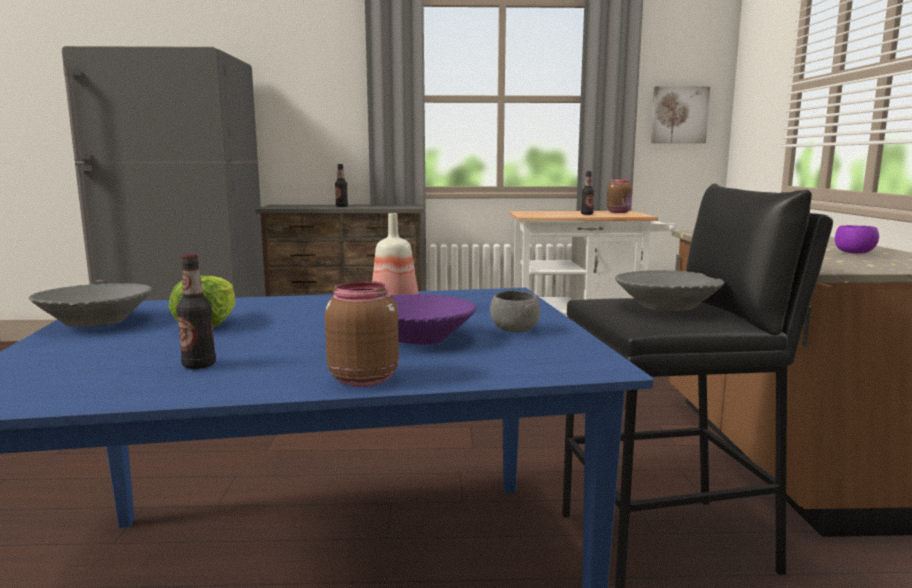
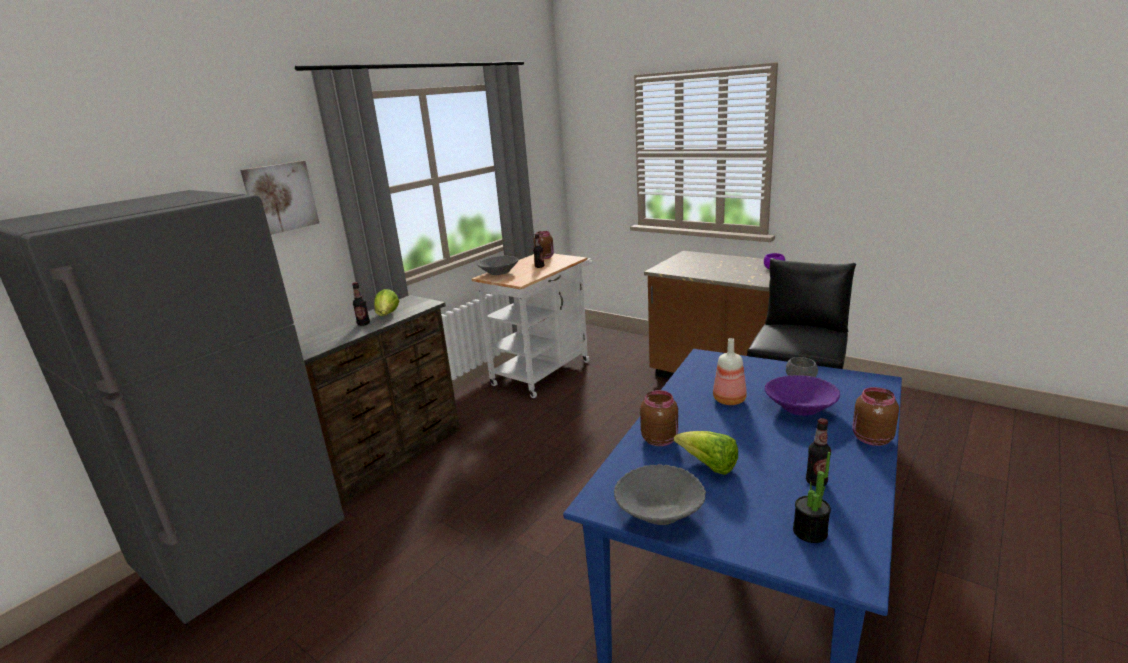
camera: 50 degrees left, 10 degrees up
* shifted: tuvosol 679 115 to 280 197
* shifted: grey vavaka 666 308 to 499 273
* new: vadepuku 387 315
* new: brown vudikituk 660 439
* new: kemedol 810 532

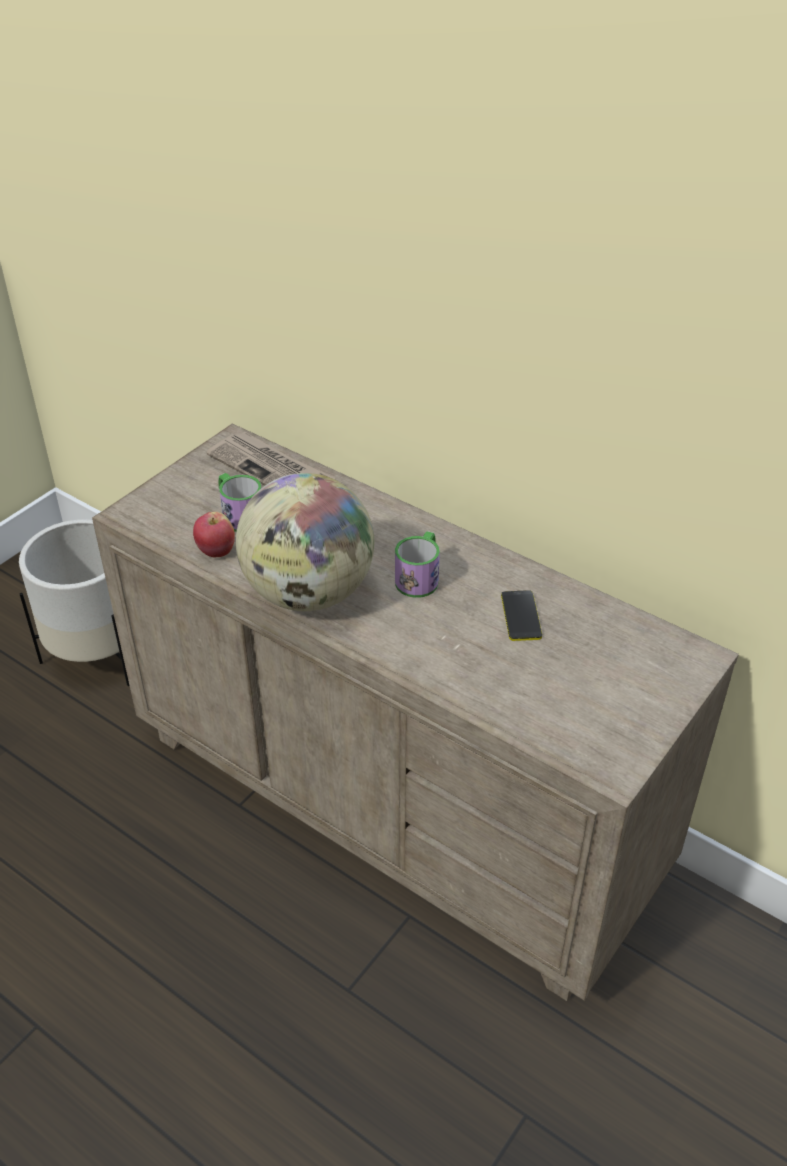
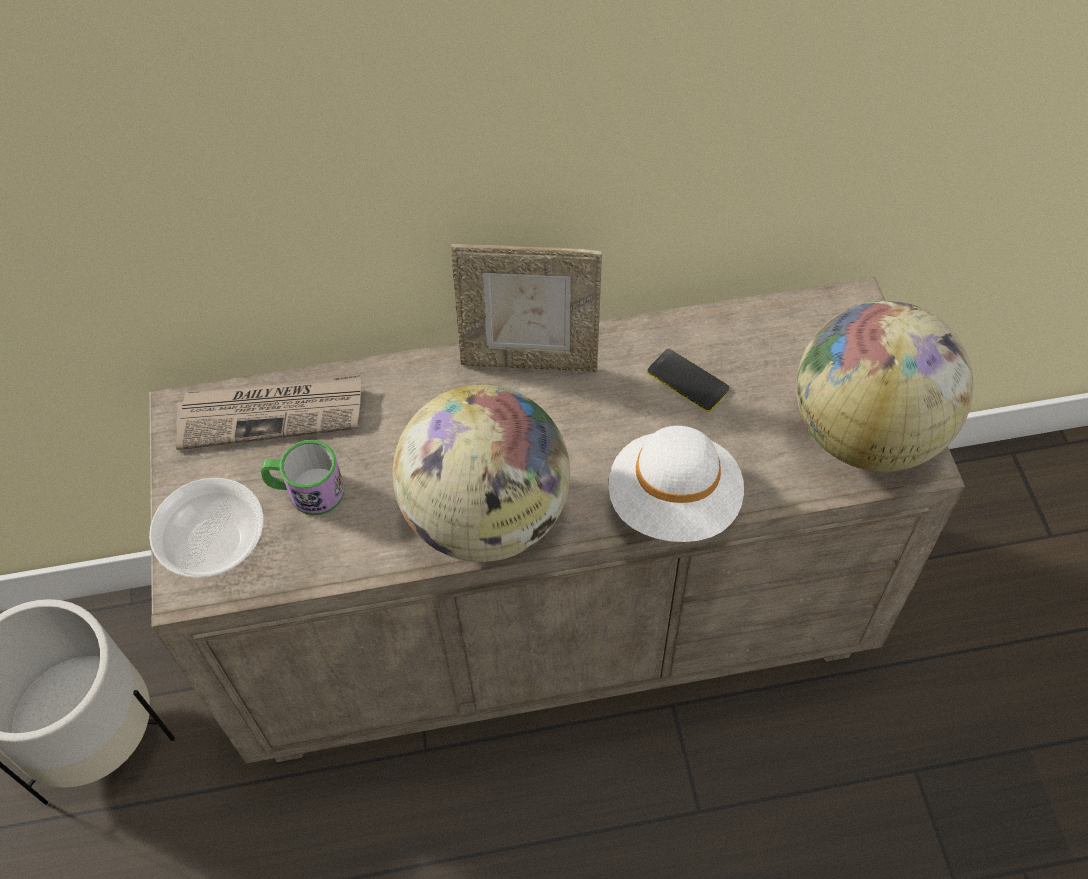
camera: 45 degrees left, 15 degrees up
* gone: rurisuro 216 551
* gone: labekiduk 420 577
* new: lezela 530 359
* new: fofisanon 866 432
* new: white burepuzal 674 502
* new: vavaka 215 542

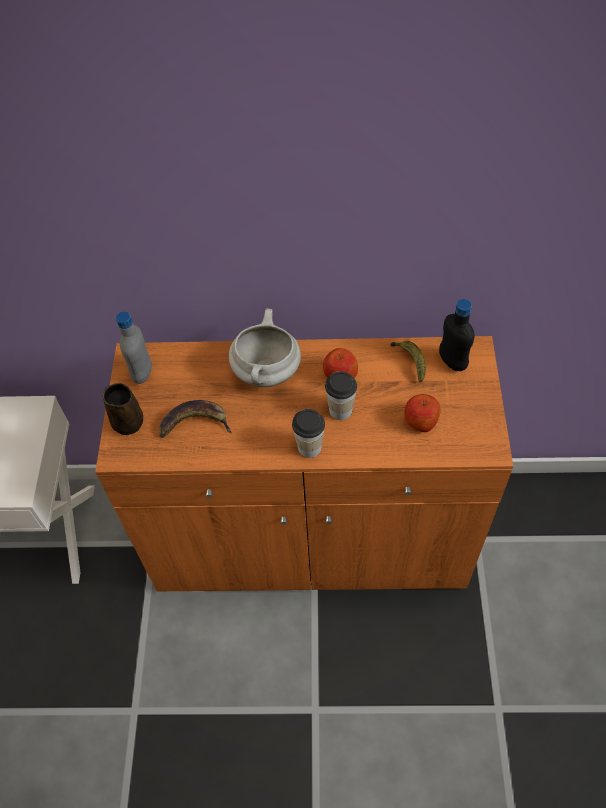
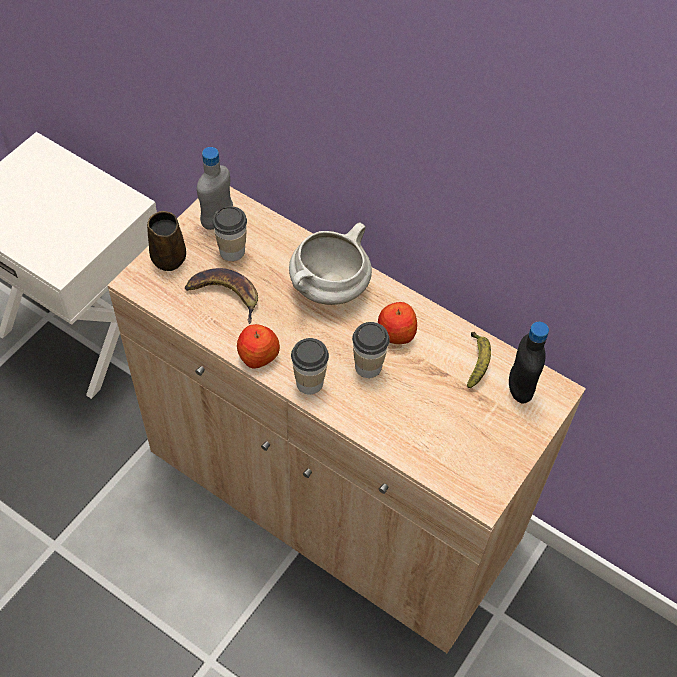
camera: 30 degrees right, 0 degrees up
* repainted: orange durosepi 311 537 to beige durosepi 332 497
* shifted: rurisuro 420 420 to 258 355
* new: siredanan 232 251

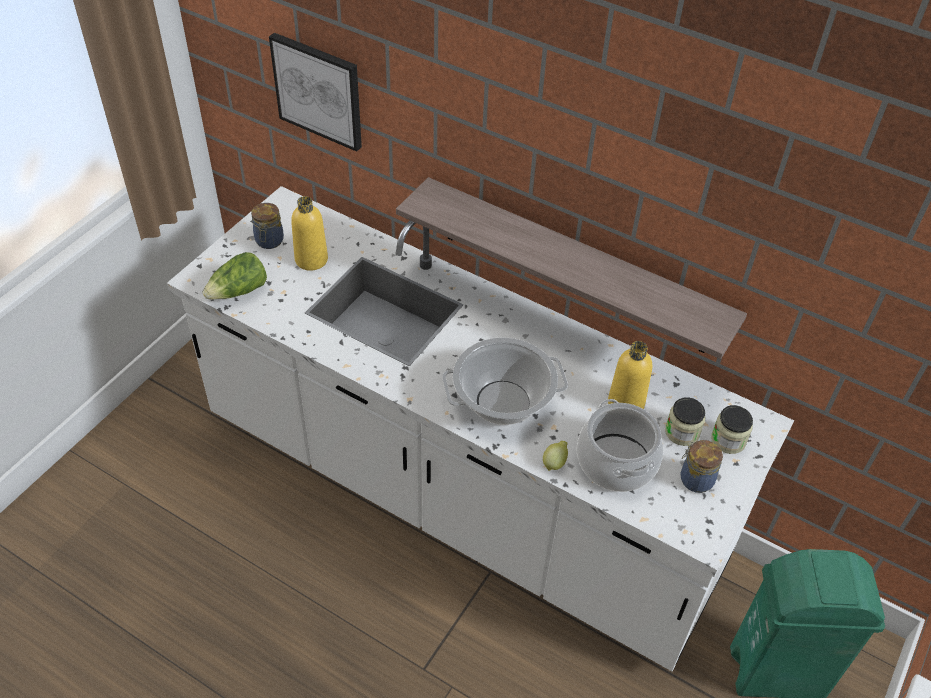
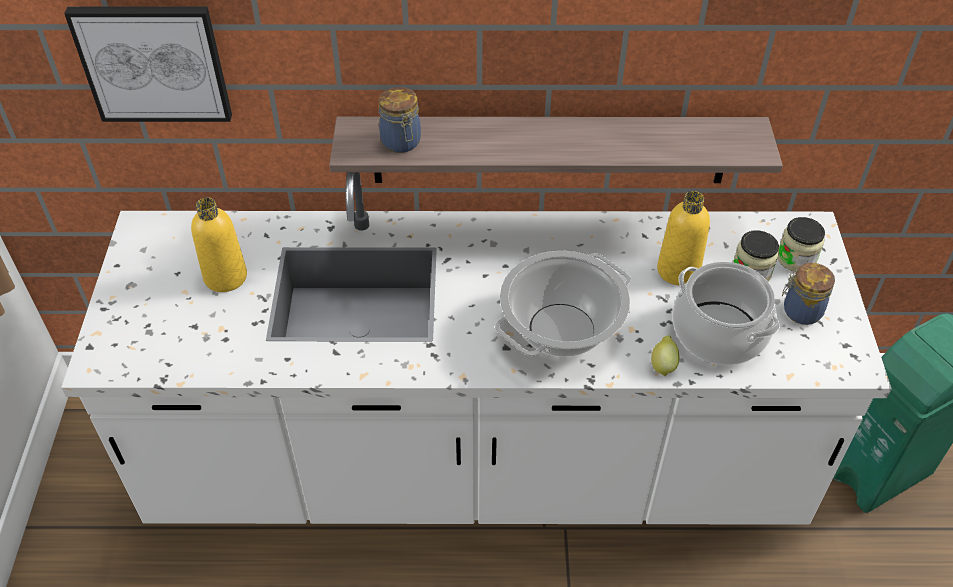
camera: 30 degrees left, 0 degrees up
* shifted: vudikituk 269 241 to 401 143
* gone: vadepuku 239 291

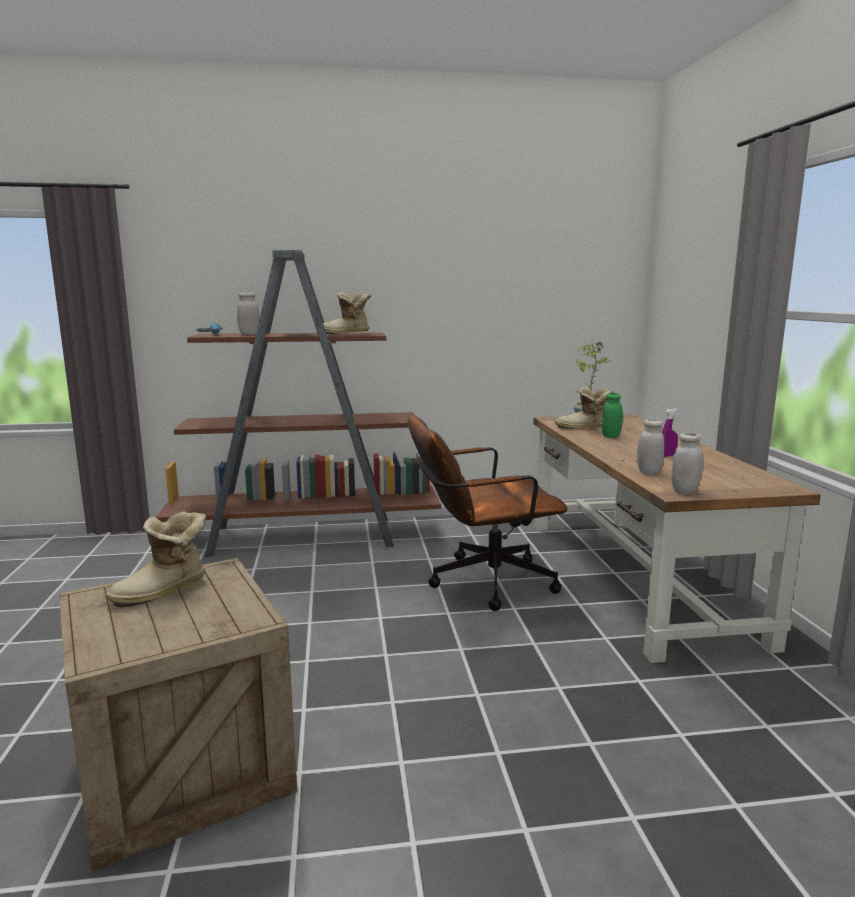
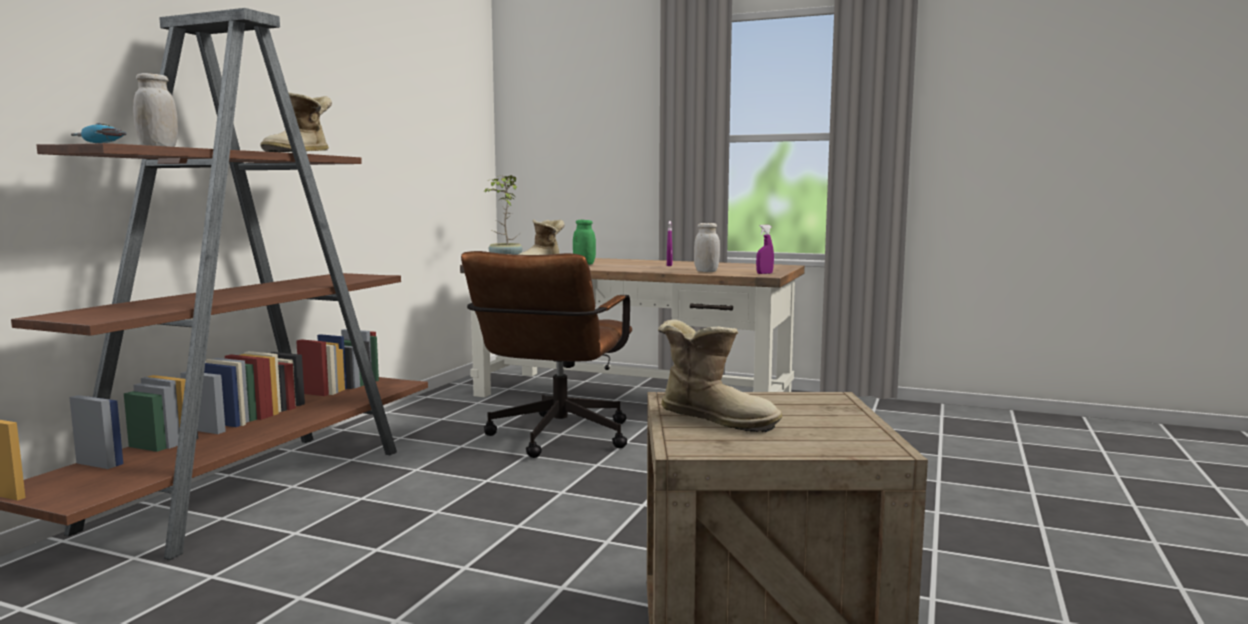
camera: 60 degrees left, 5 degrees down
* swapped: white vudikituk 685 491 to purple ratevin 764 273
* rotated: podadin 164 591 = 716 419 45 degrees counterclockwise

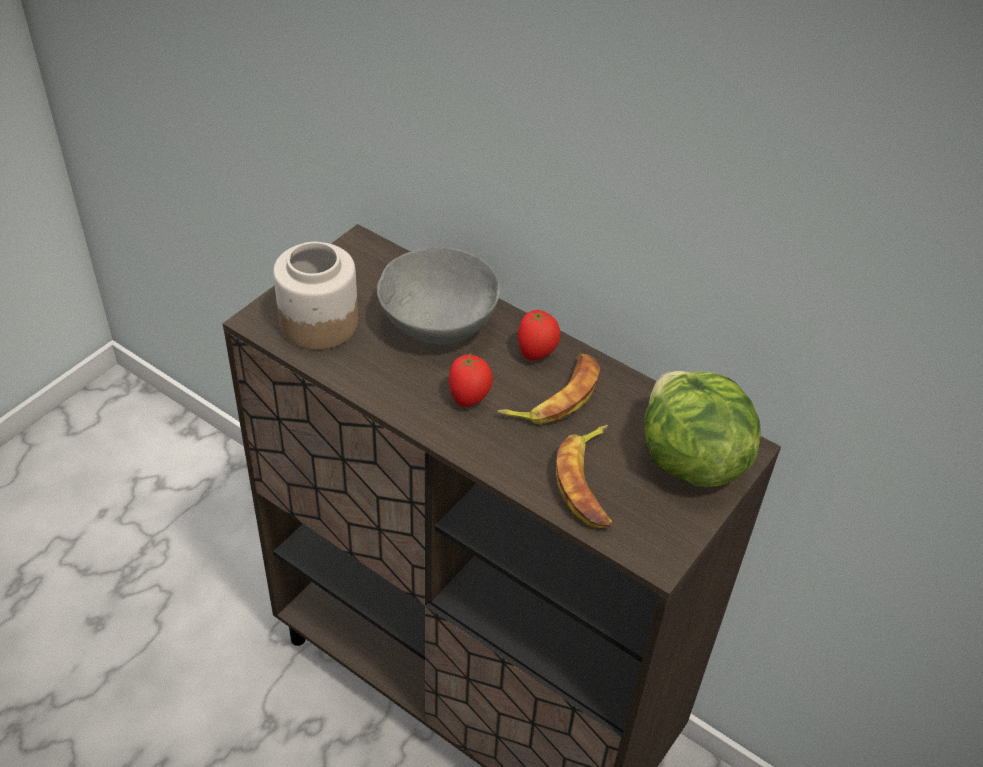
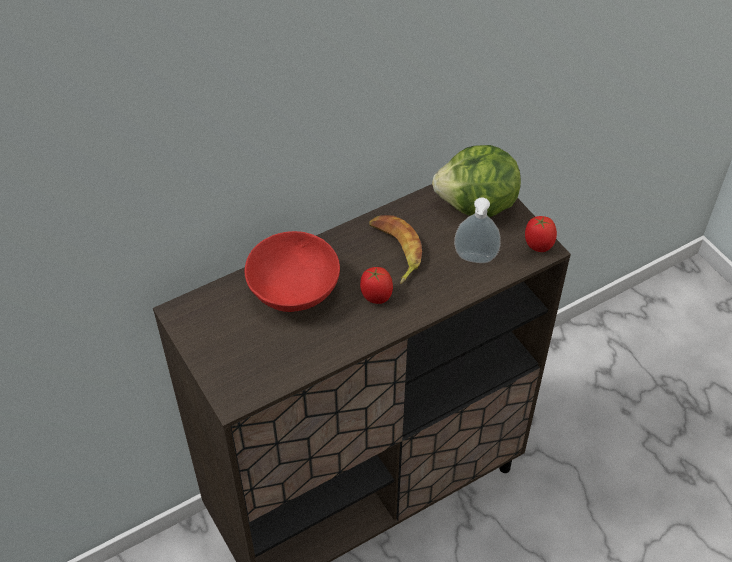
camera: 65 degrees left, 5 degrees up
* gone: vudikituk 318 323
* repainted: grey vavaka 438 324 to red vavaka 294 291
* shifted: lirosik 536 353 to 538 245
* swapped: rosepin 589 482 to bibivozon 475 259

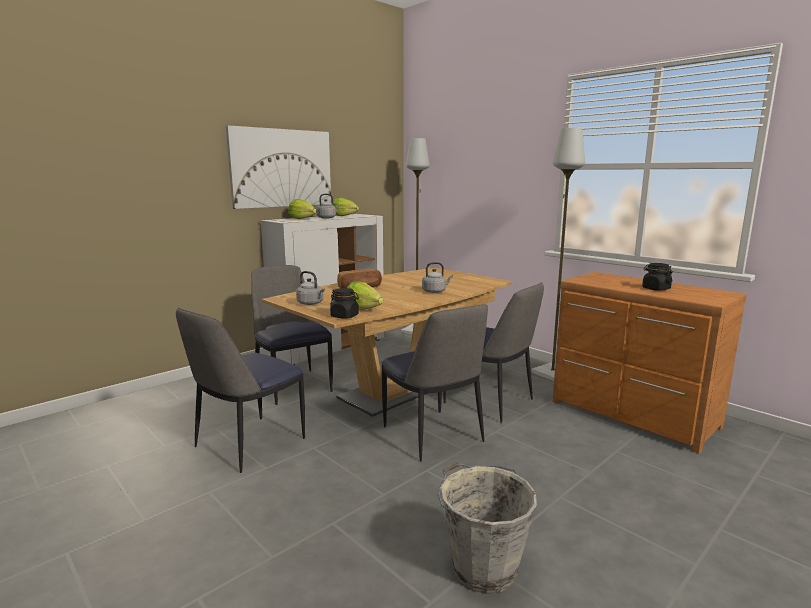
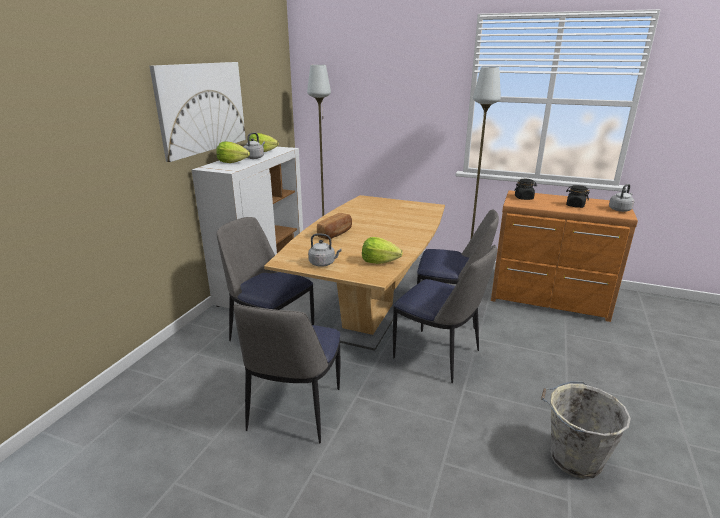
camera: 25 degrees left, 10 degrees up
* shifted: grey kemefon 435 291 to 620 209
* shifted: black vudikituk 345 316 to 524 198

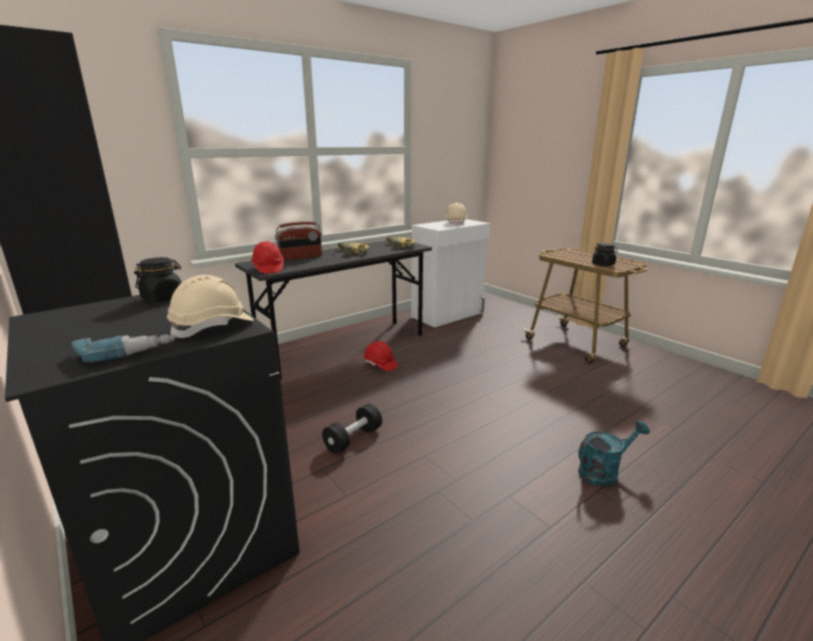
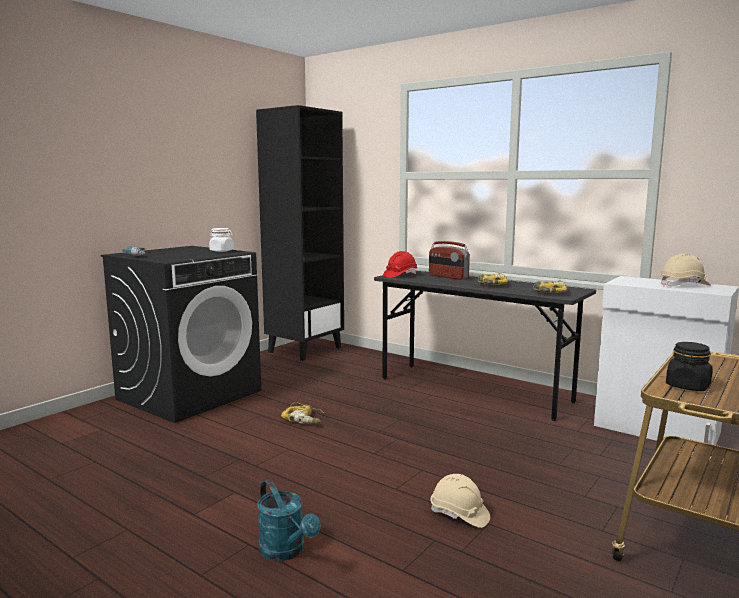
camera: 75 degrees right, 10 degrees down
* repainted: black vudikituk 163 298 to white vudikituk 222 251
* shifted: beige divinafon 213 327 to 459 515
* gone: red divinafon 380 364
* swapped: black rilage 353 439 to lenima 304 419

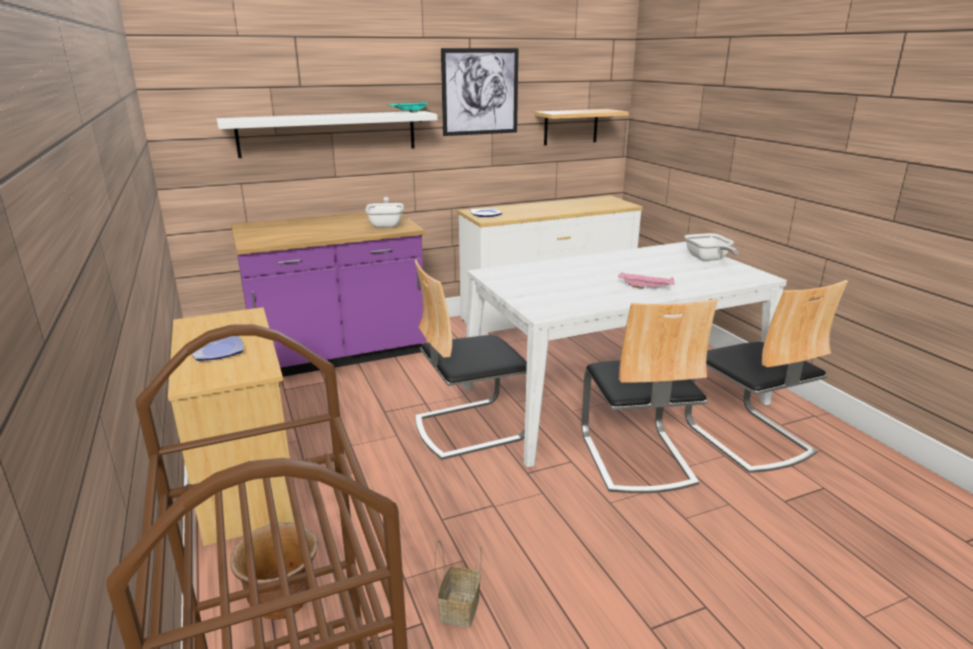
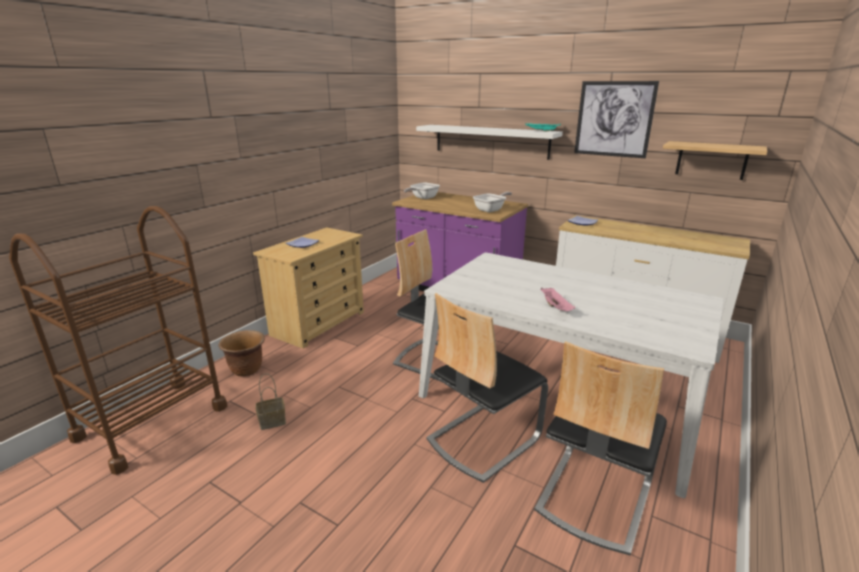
camera: 55 degrees right, 0 degrees up
* shifted: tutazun 708 259 to 422 198

